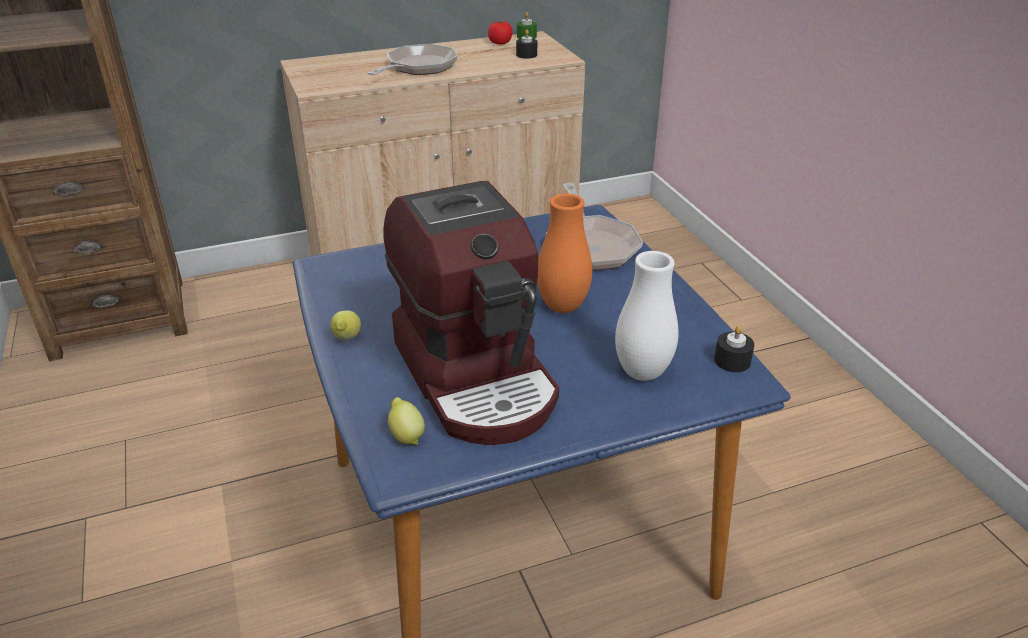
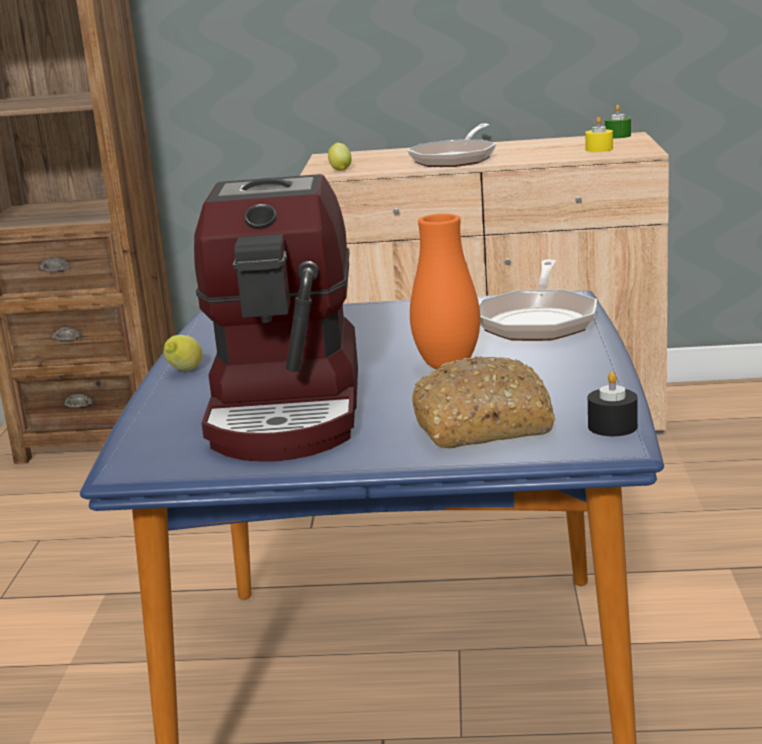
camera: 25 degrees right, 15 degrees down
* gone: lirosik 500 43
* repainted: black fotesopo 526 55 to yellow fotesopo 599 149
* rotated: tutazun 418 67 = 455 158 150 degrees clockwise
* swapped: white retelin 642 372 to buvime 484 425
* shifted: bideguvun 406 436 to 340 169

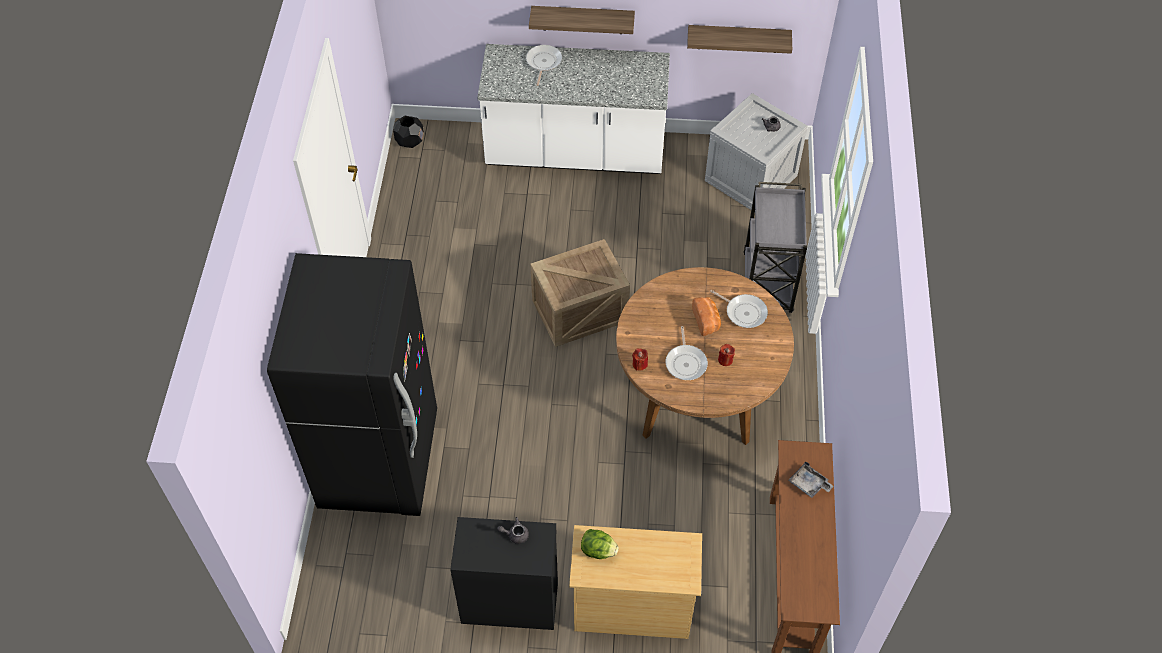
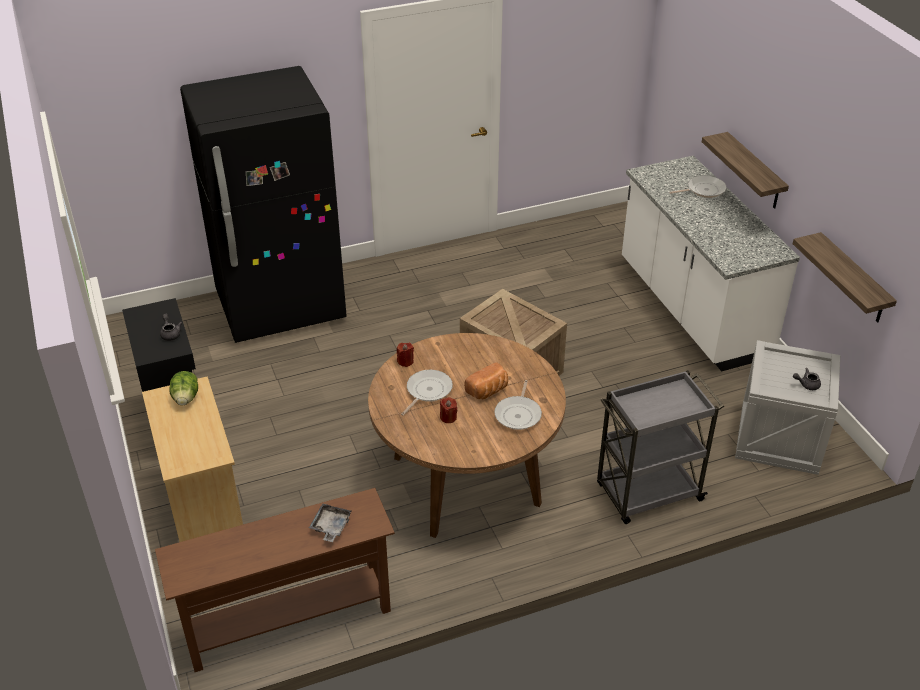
camera: 65 degrees right, 15 degrees down
* gone: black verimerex 410 141
* rotated: tutazun 686 362 = 427 391 150 degrees clockwise

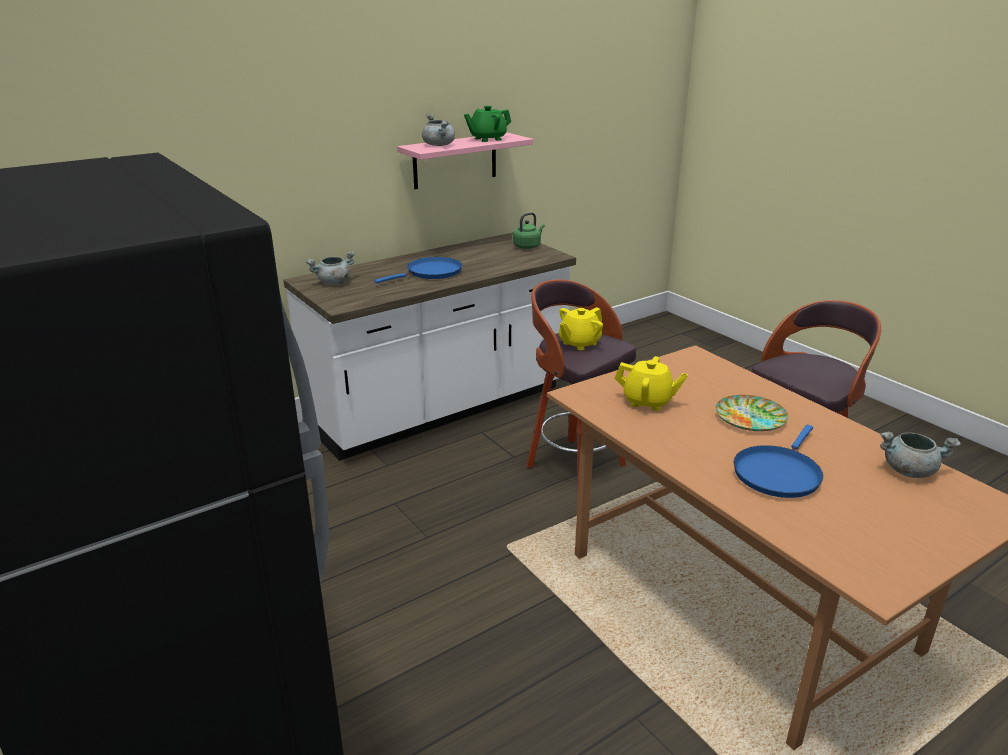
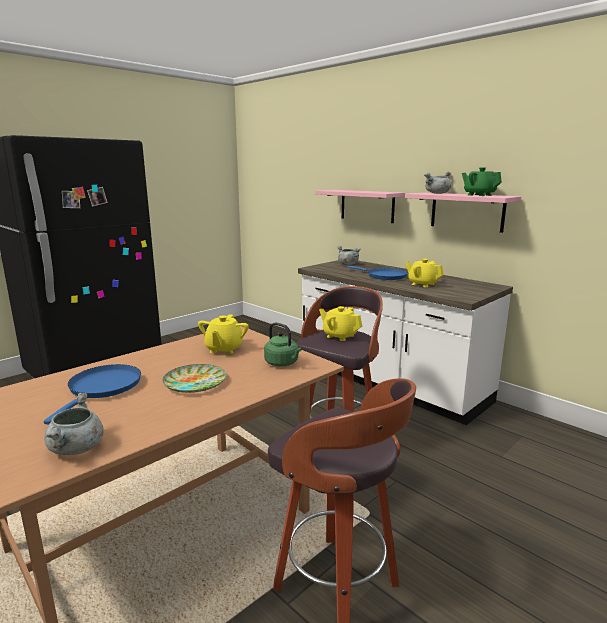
camera: 80 degrees right, 10 degrees down
* shifted: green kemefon 528 246 to 283 363
* rotated: blue tutazun 777 473 = 103 388 75 degrees clockwise
* new: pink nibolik 367 206
* new: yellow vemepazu 422 284

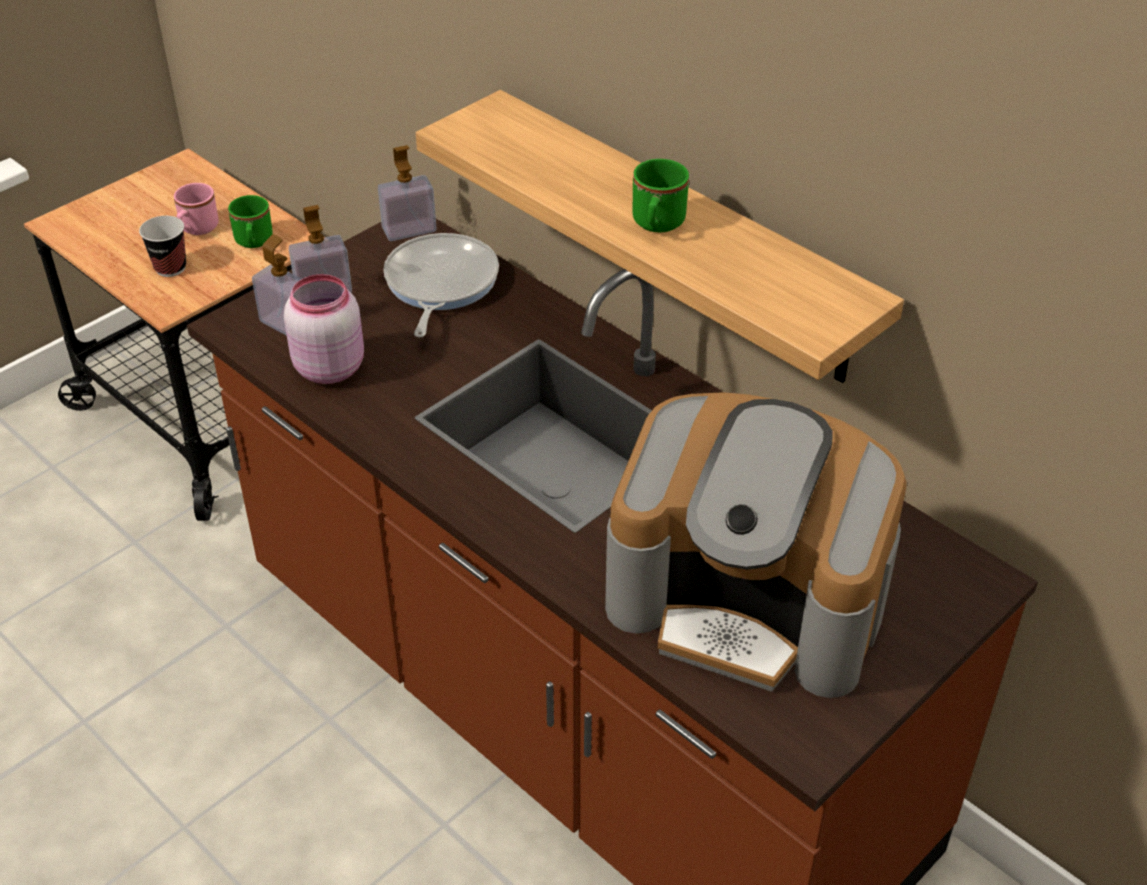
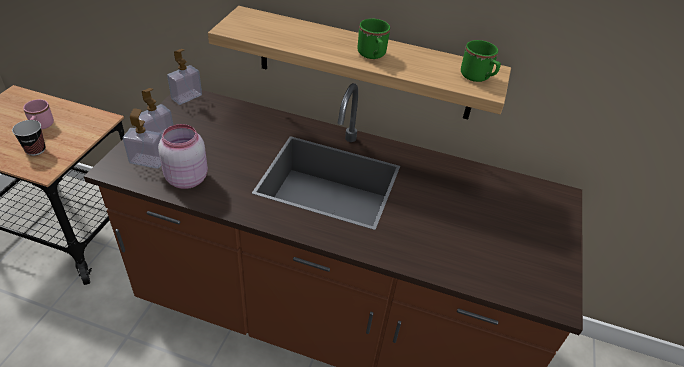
camera: 30 degrees left, 0 degrees up
* shifted: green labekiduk 253 242 to 478 77
* gone: tutazun 439 284
* gone: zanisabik 750 601

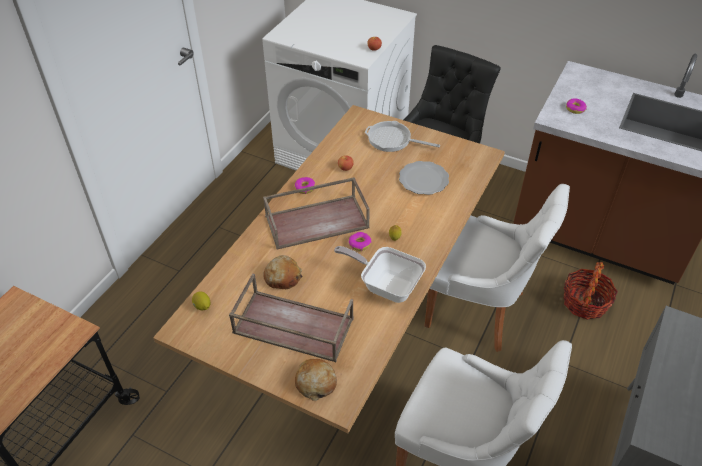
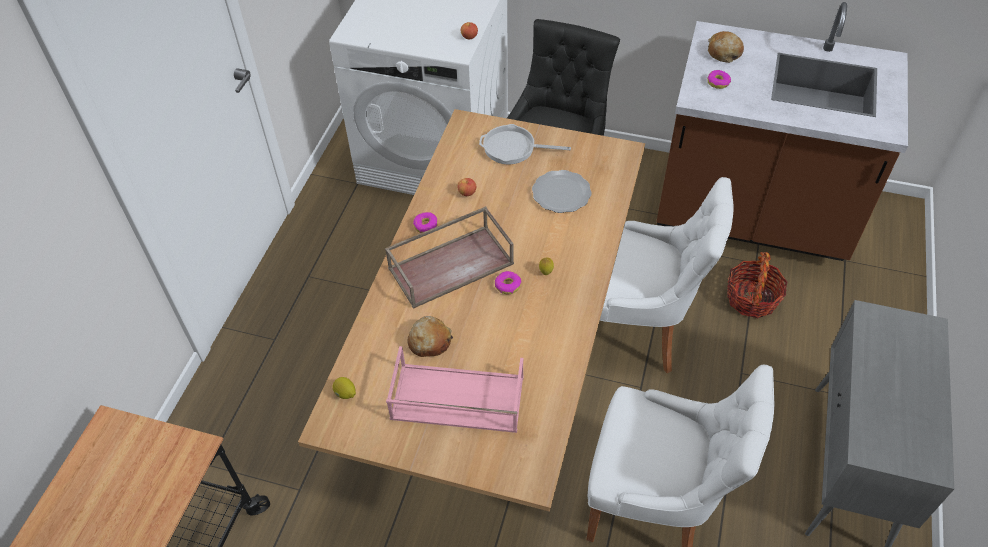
camera: 10 degrees left, 5 degrees up
* gone: tutazun 386 285
* repainted: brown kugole 292 326 to pink kugole 456 399
* shifted: buvime 315 382 to 724 52

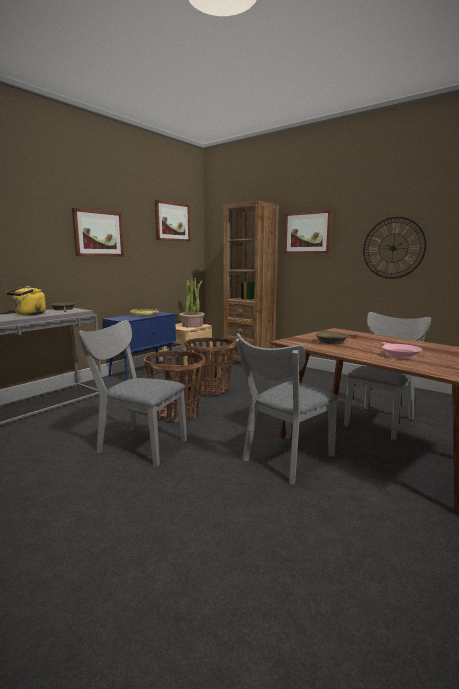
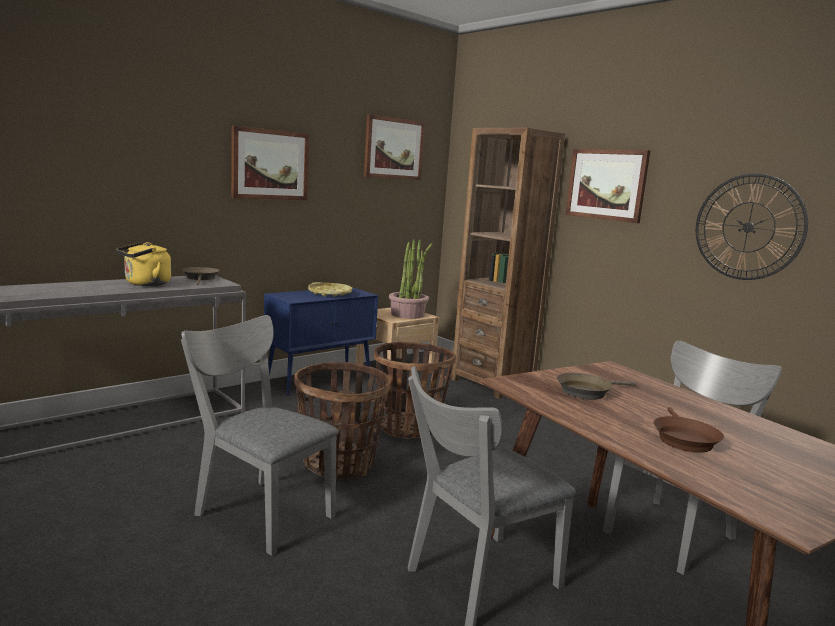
camera: 10 degrees right, 0 degrees up
* repainted: pink tutazun 398 354 to brown tutazun 683 439

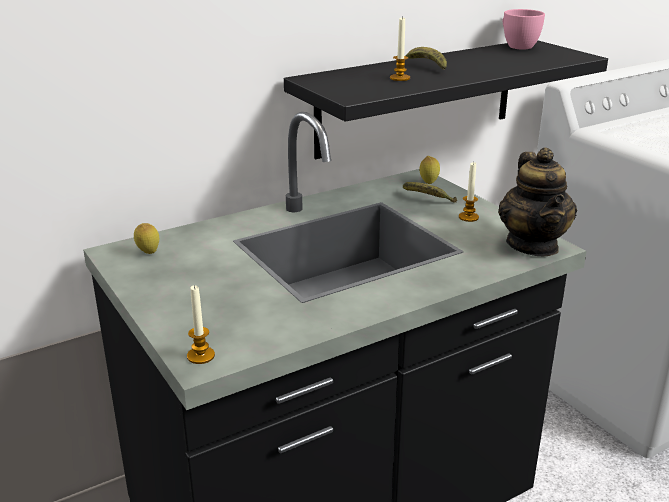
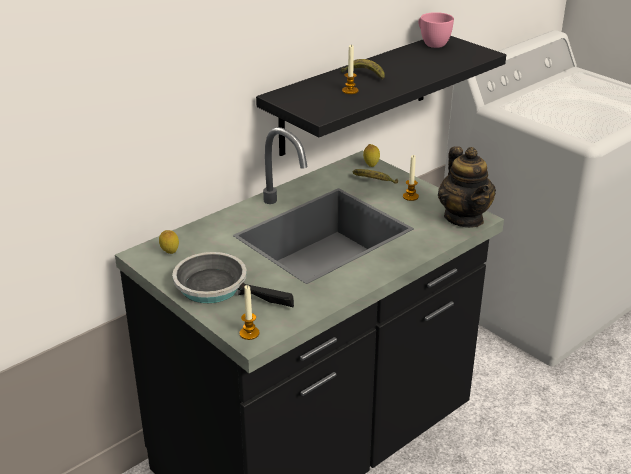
camera: 10 degrees left, 5 degrees up
* new: tutazun 217 287

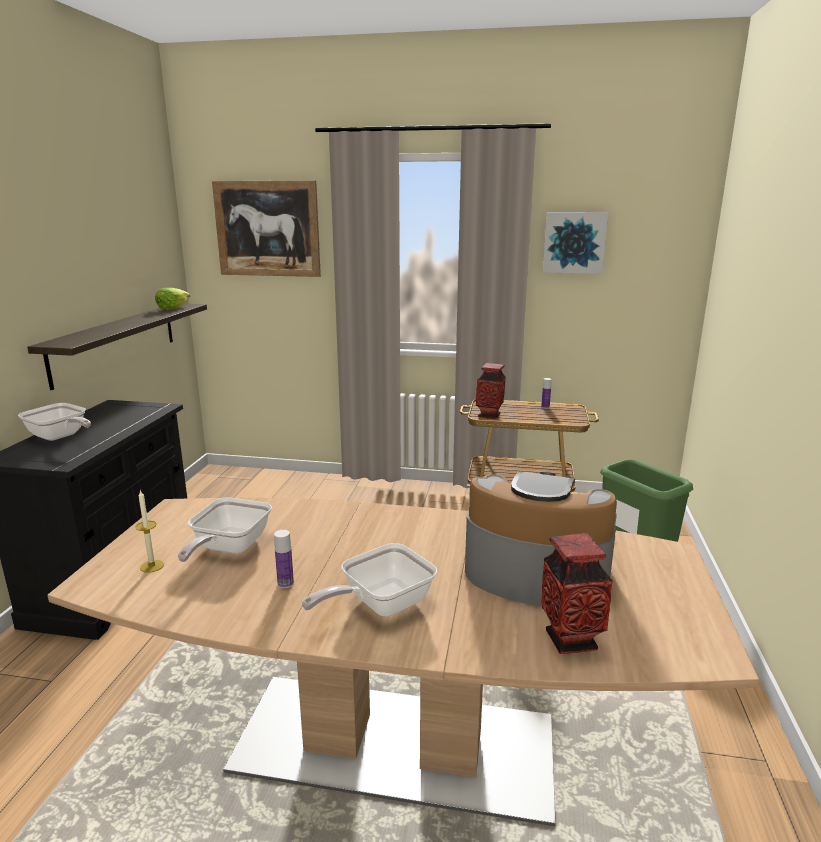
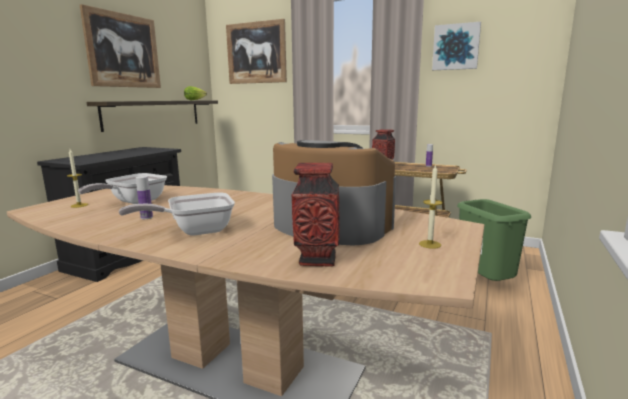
camera: 15 degrees right, 5 degrees down
* gone: tutazun 60 437
* new: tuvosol 123 51
* new: fotesopo 430 244

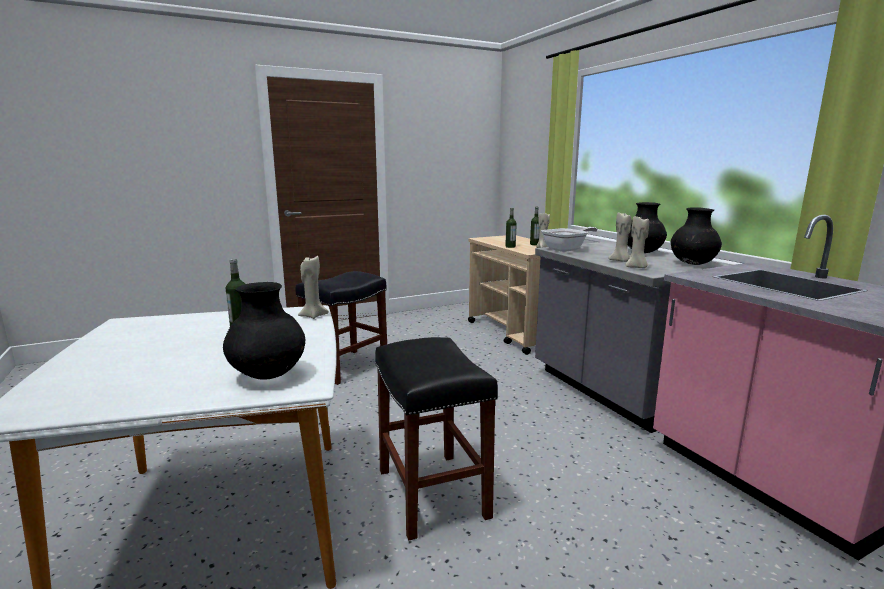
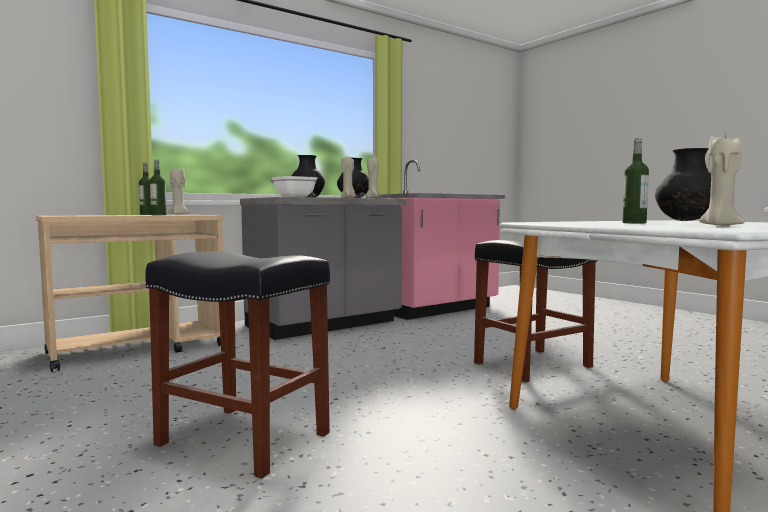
camera: 100 degrees left, 10 degrees down
* shifted: beige fotesopo 313 316 to 719 226

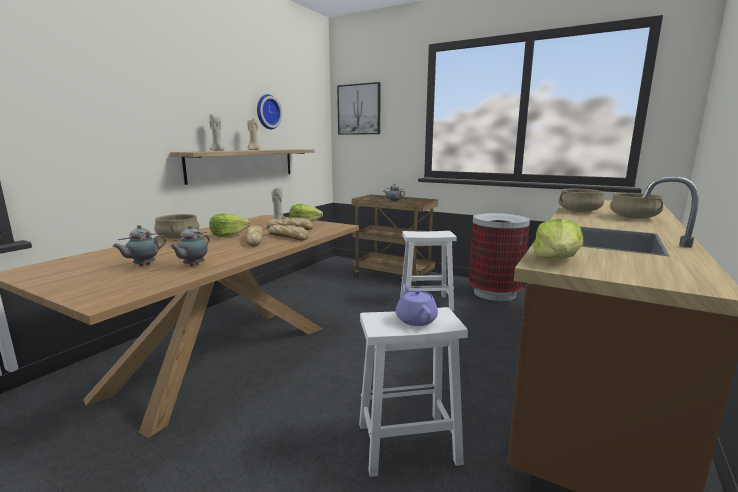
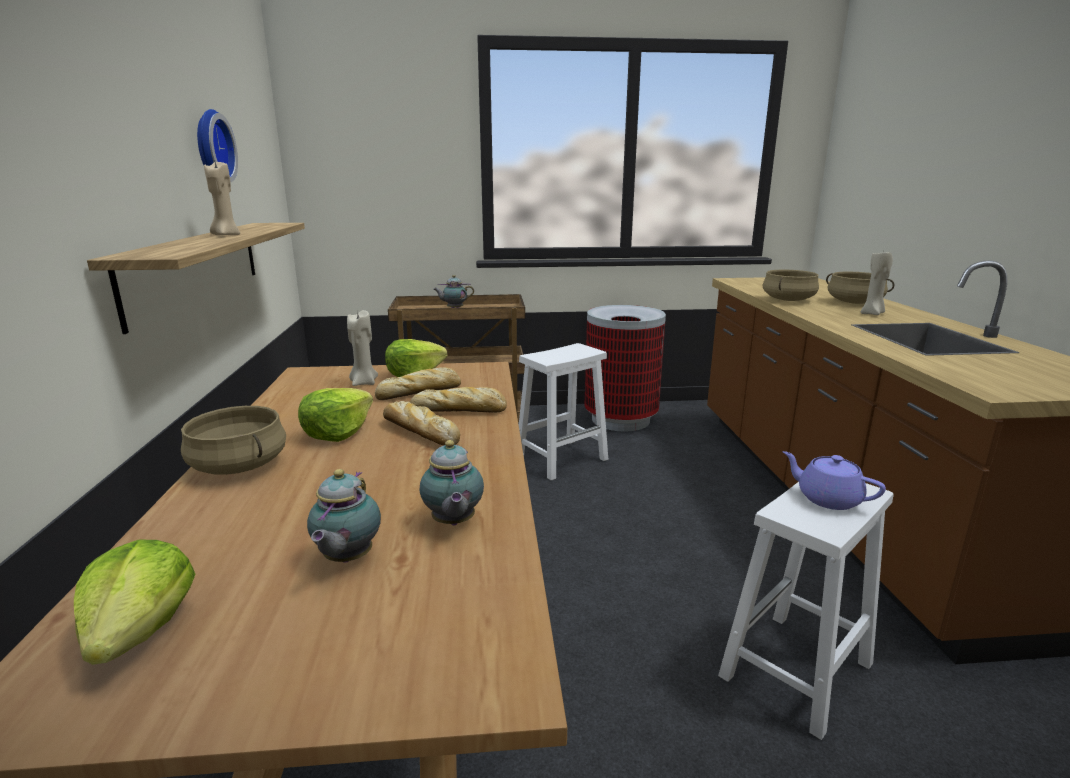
camera: 35 degrees left, 5 degrees up
* gone: tuvosol 359 109
* shifted: beige fotesopo 218 151 to 872 314
* shifted: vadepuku 556 259 to 141 631

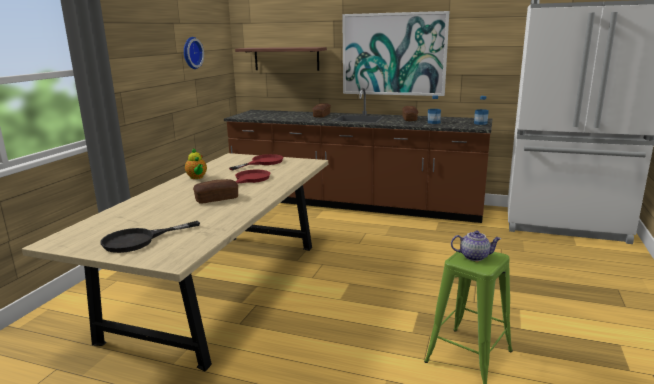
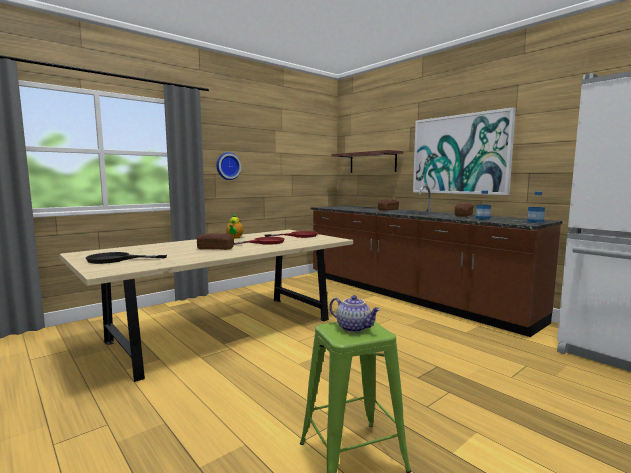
camera: 30 degrees right, 10 degrees down
* shifted: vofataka 191 53 to 227 166

